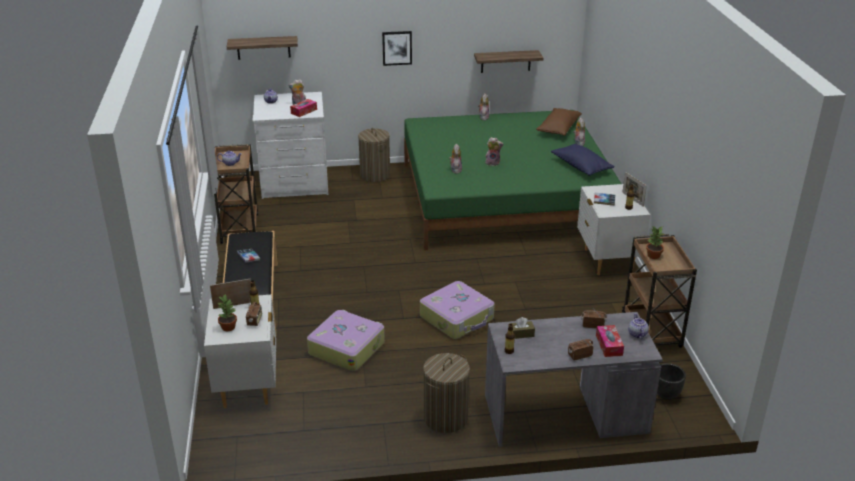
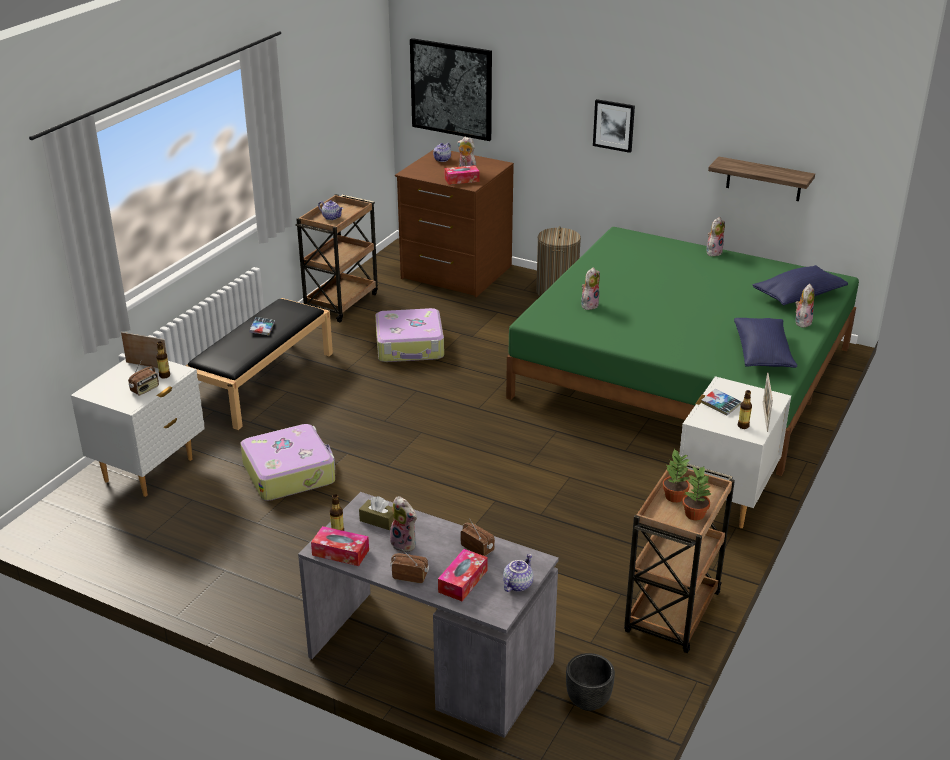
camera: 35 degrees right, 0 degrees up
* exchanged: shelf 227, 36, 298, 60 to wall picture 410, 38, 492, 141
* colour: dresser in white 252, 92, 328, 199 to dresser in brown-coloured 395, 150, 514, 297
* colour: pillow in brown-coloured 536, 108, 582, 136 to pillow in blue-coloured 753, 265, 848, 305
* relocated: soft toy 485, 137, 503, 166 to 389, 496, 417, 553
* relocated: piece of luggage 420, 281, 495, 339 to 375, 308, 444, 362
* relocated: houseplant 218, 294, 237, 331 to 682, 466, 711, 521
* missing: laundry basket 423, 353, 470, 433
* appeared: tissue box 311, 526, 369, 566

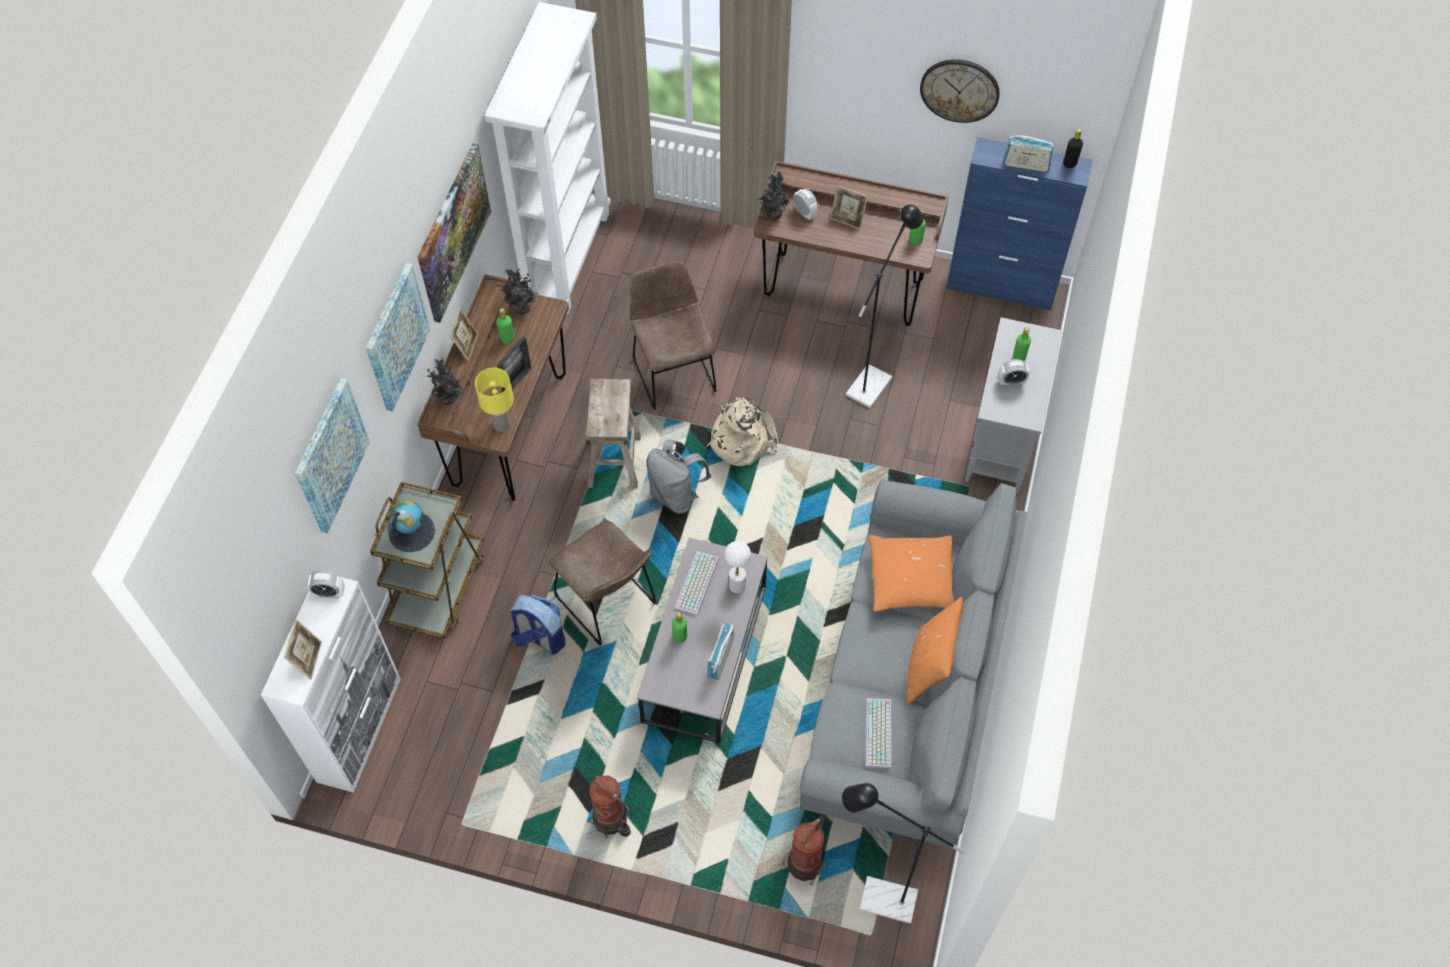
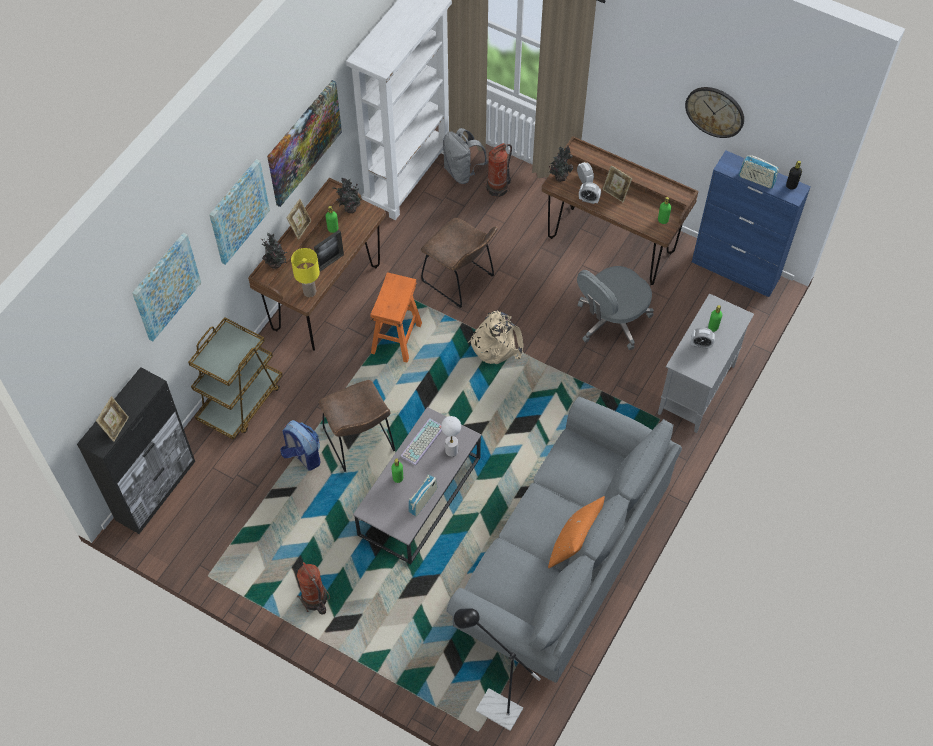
camera: 15 degrees right, 0 degrees up
* exchanged: standard lamp in black 846, 204, 924, 408 to desk chair in greyish 577, 266, 654, 350
* spun: plain chair in brown-coloured 630, 262, 717, 410 = 421, 218, 497, 308 135 degrees clockwise
* colour: stool in beige-coloured 586, 379, 641, 489 to stool in orange 370, 272, 422, 363
* relocated: knapsack in greyish 647, 439, 711, 514 to 443, 128, 488, 184
* missing: world globe 388, 500, 435, 552
* missing: pillow in orange 868, 535, 954, 612
* relocated: alarm clock 307, 570, 345, 598 to 579, 182, 601, 204
* colour: cabinet in white 261, 577, 401, 793 to cabinet in black 77, 367, 195, 534
* missing: computer keyboard 865, 698, 891, 768
* relocated: extinguisher 782, 814, 827, 885 to 484, 143, 512, 199

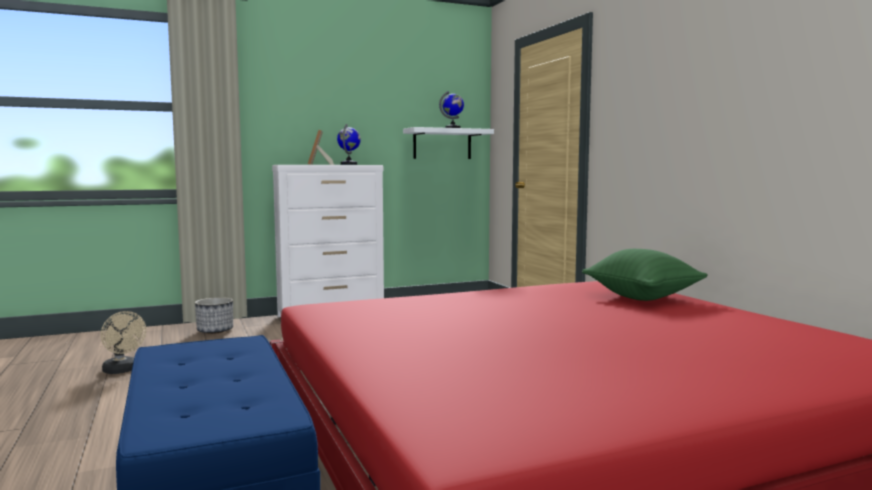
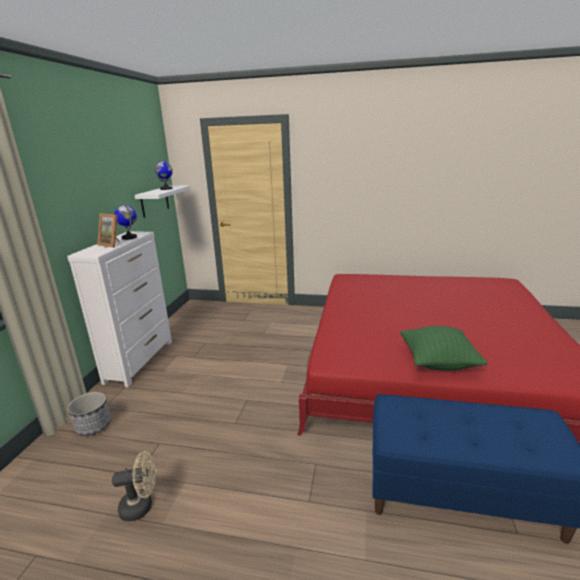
camera: 55 degrees left, 15 degrees up
* relocated: pillow in green 582, 249, 708, 301 to 400, 326, 487, 370

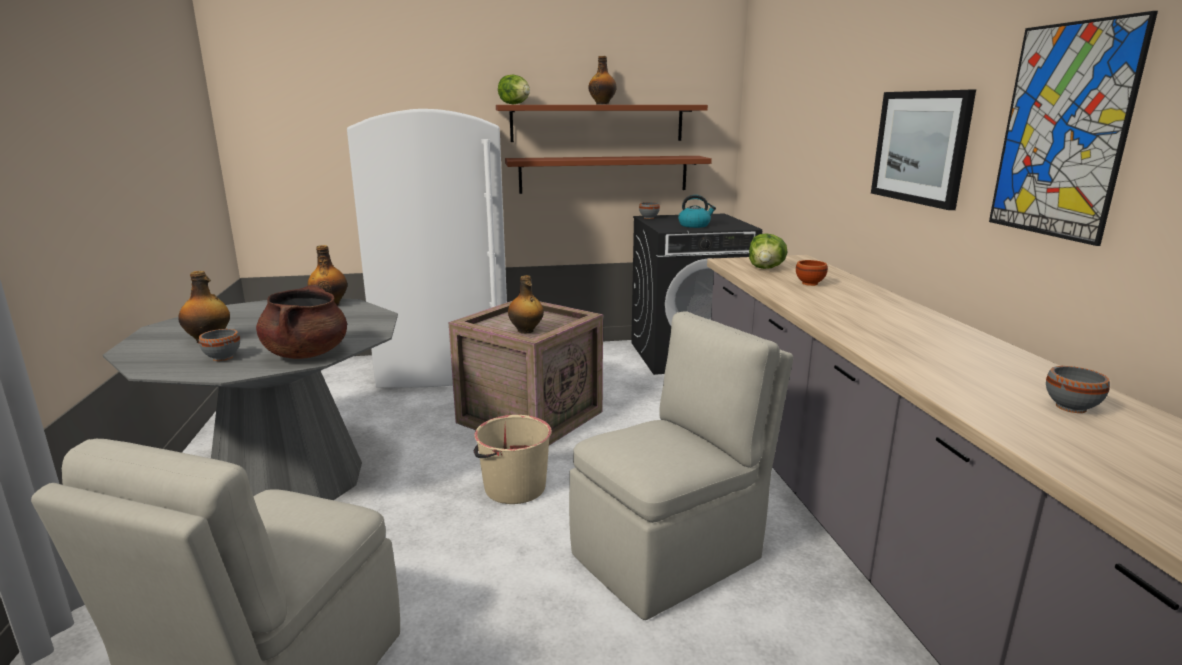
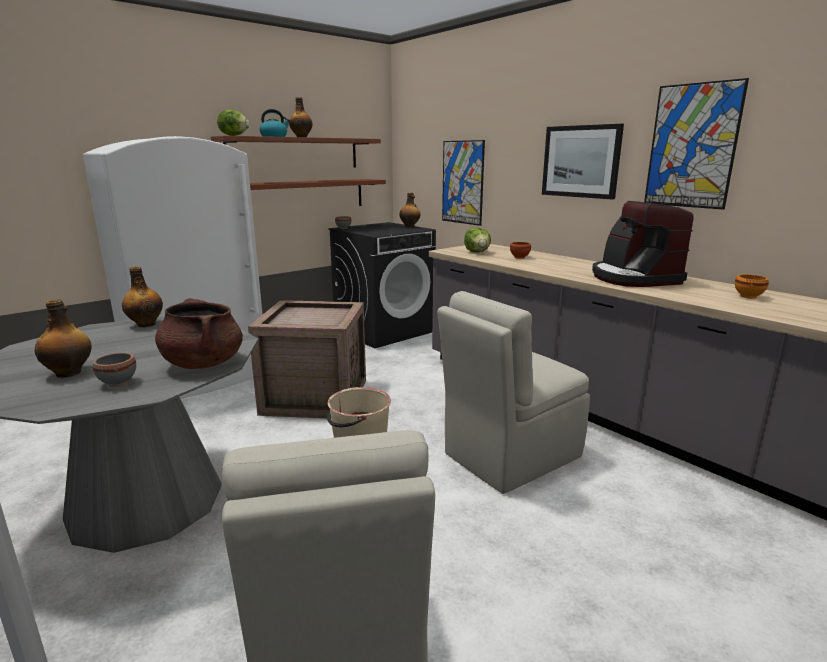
camera: 30 degrees left, 0 degrees up
* relocated: kettle 678, 195, 716, 228 to 259, 109, 291, 137
* relocated: drink bottle 508, 275, 544, 334 to 400, 192, 420, 227
* spun: plain chair in beige-coloured 569, 311, 793, 620 = 437, 291, 590, 494 150 degrees counterclockwise
* colour: serving bowl in greyish 1046, 366, 1110, 413 to serving bowl in orange 735, 274, 769, 299
* appeared: wall picture 442, 140, 485, 226
* appeared: coffee machine 592, 201, 694, 287

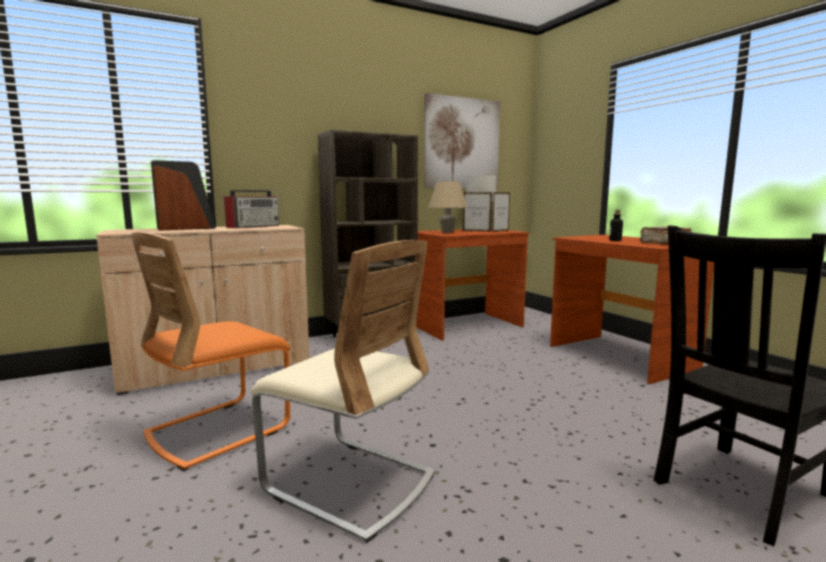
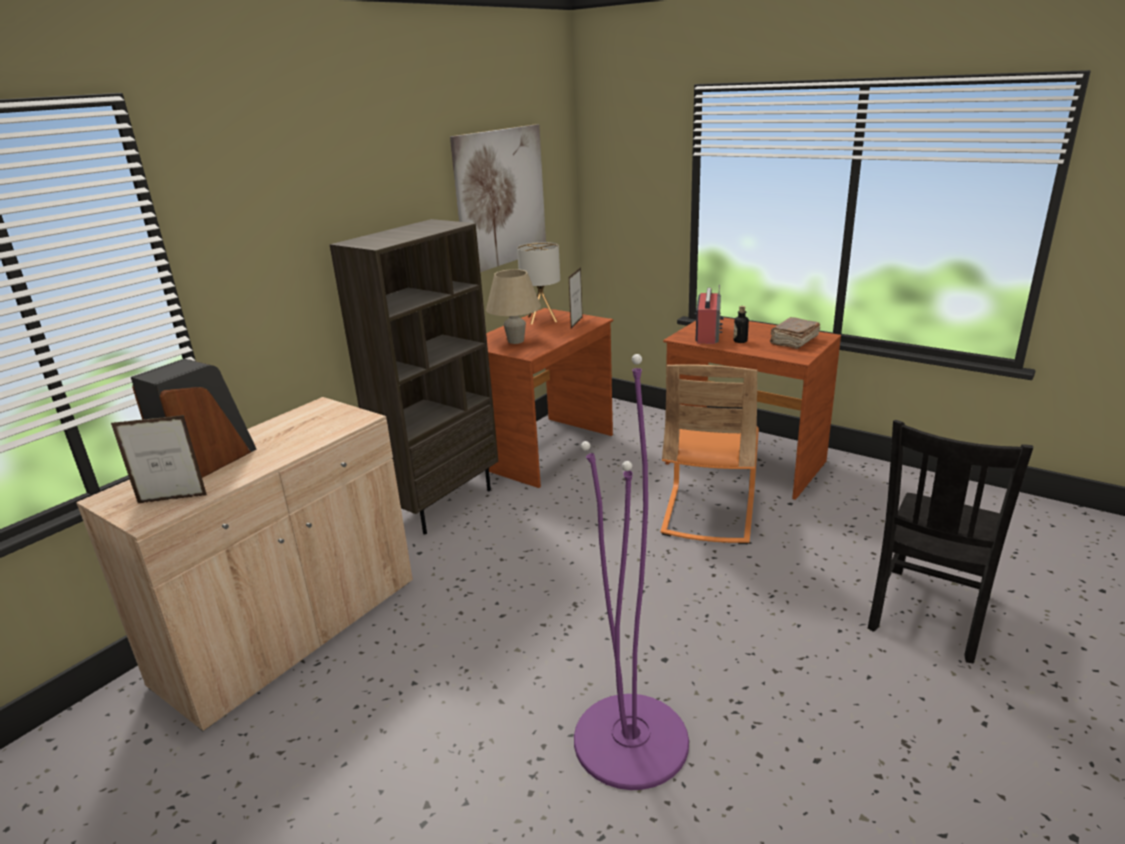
camera: 25 degrees left, 15 degrees up
* relocated: radio 224, 189, 279, 228 to 695, 285, 724, 344
* relocated: photo frame 463, 192, 492, 232 to 111, 415, 207, 503
* relocated: plain chair in orange 131, 232, 290, 471 to 660, 364, 759, 544
* exchanged: plain chair in beige-coloured 251, 240, 435, 542 to standard lamp in purplish 574, 354, 689, 790

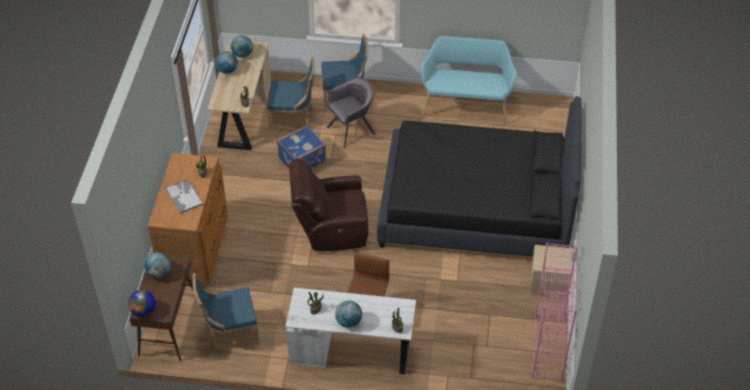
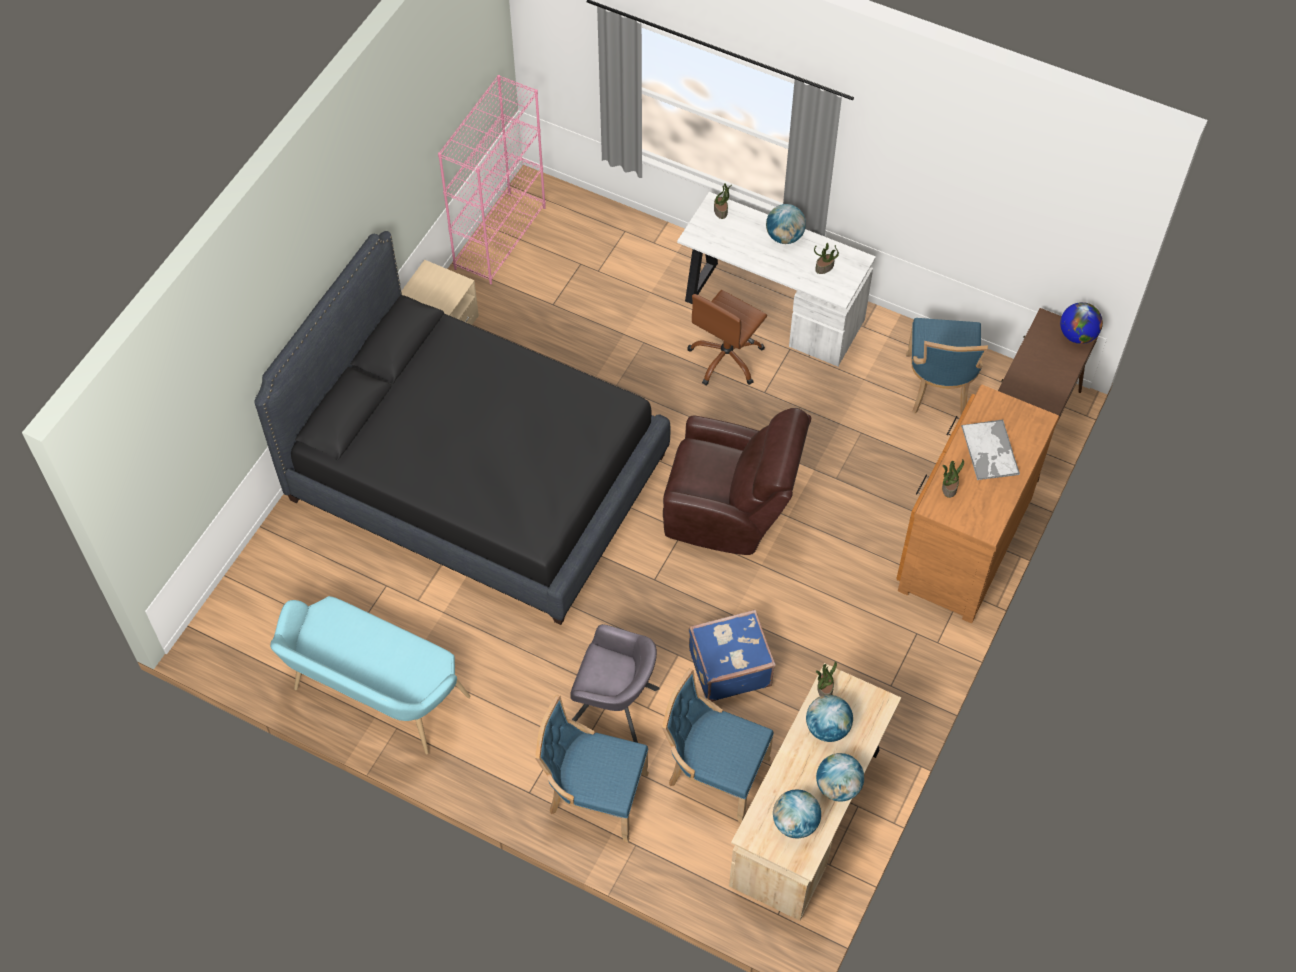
camera: 160 degrees left, 10 degrees up
* spun: lounge chair in greyish 326, 77, 376, 148 = 570, 624, 660, 743 150 degrees counterclockwise
* relocated: world globe 144, 252, 171, 279 to 806, 695, 853, 742
* spun: plain chair in blue-coloured 193, 273, 260, 351 = 906, 318, 988, 414 90 degrees clockwise

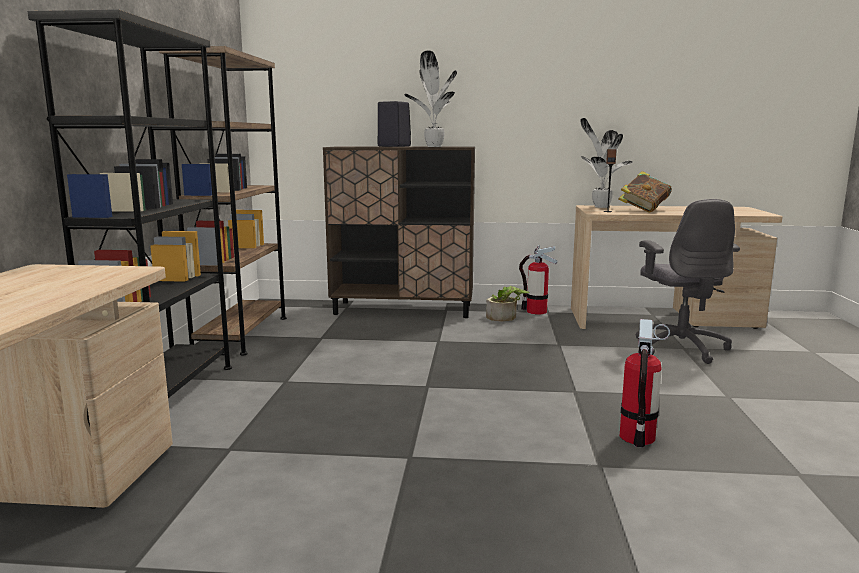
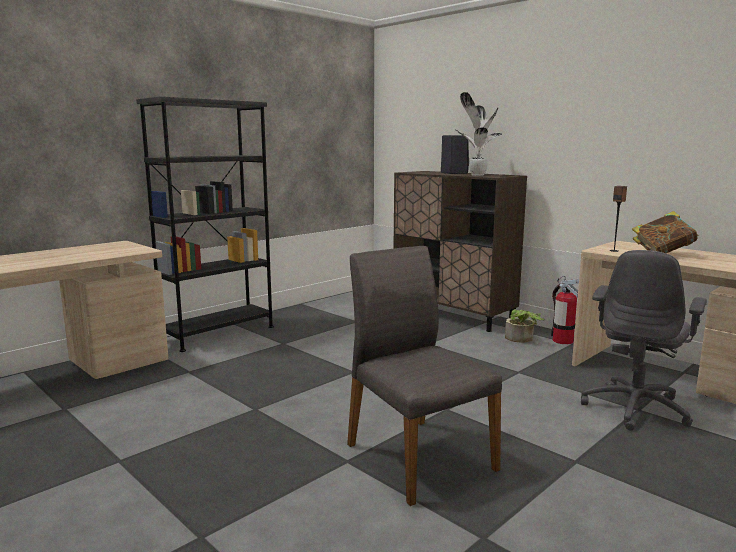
camera: 40 degrees right, 0 degrees up
* missing: bookshelf in brown-coloured 159, 46, 287, 355
* missing: houseplant 580, 118, 633, 208
* exchanged: extinguisher 620, 319, 670, 448 to plain chair in greyish 347, 246, 502, 506

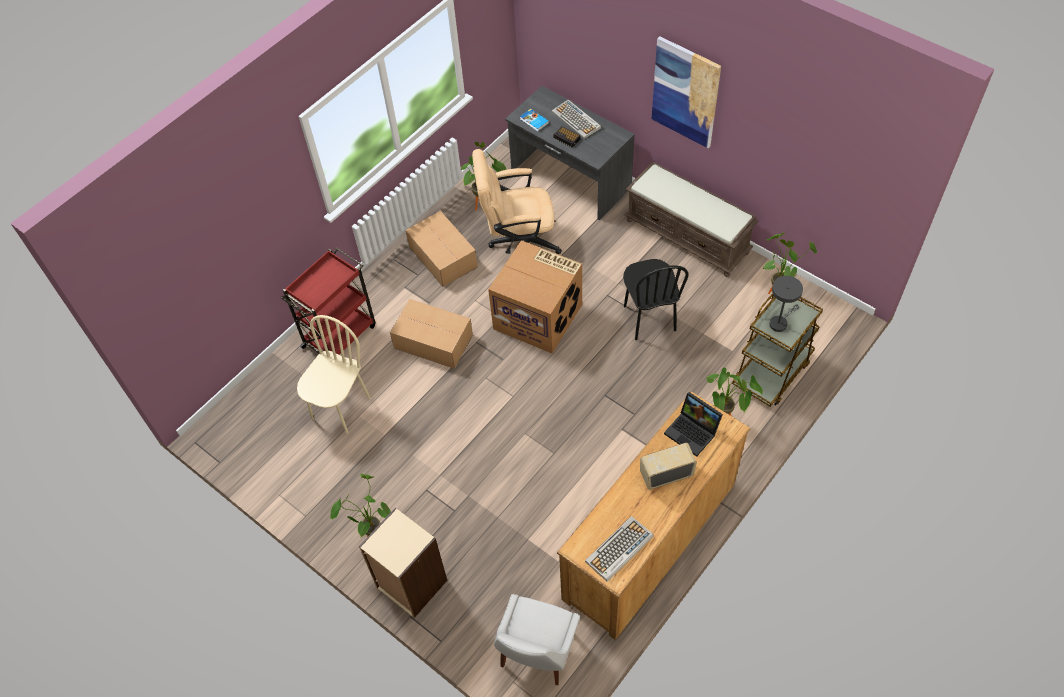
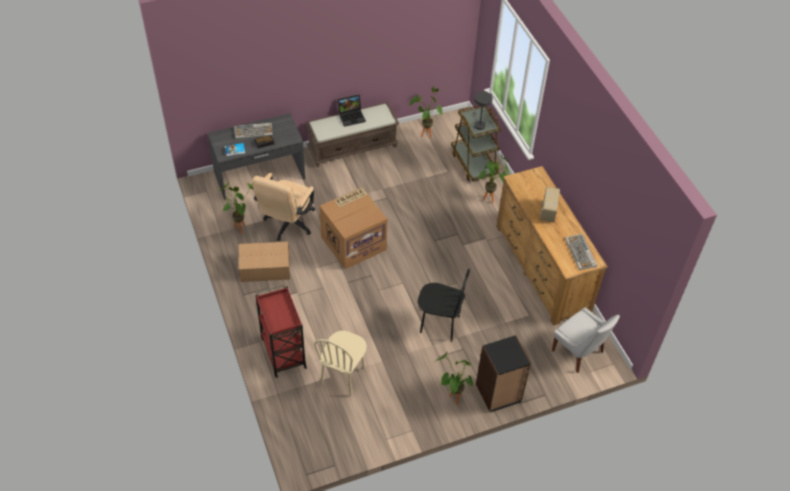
camera: 65 degrees left, 5 degrees down
* missing: wall picture 652, 36, 721, 148
* relocated: plain chair in black 623, 259, 689, 340 to 418, 269, 470, 342
* missing: carton 390, 299, 473, 369
* spun: plain chair in beige-coloured 297, 315, 370, 434 = 314, 331, 366, 396 120 degrees counterclockwise
* relocated: portable computer 664, 392, 723, 457 to 338, 95, 366, 127
* colour: bookshelf in beige-coloured 359, 508, 447, 618 to bookshelf in black 476, 335, 531, 413

